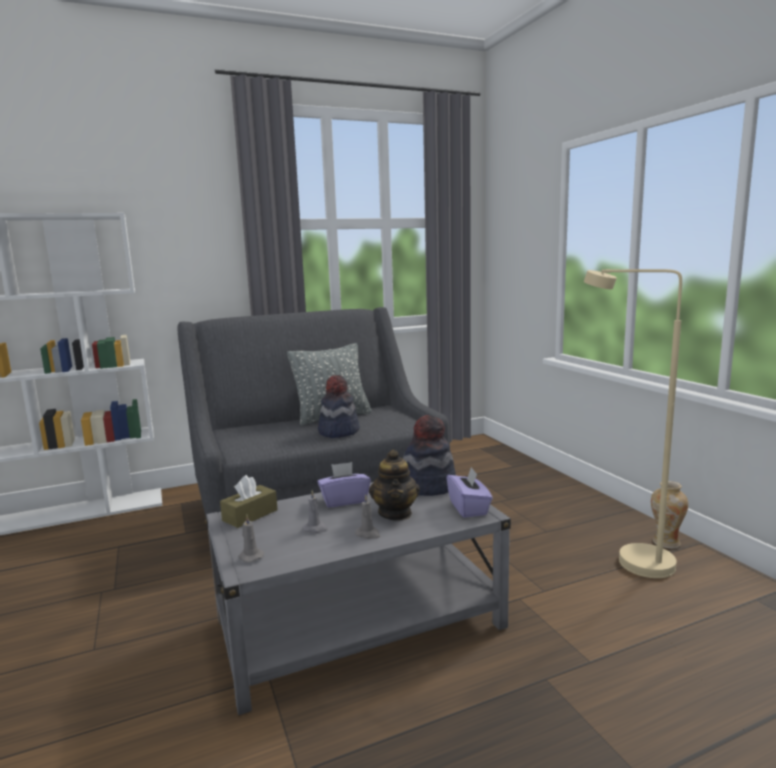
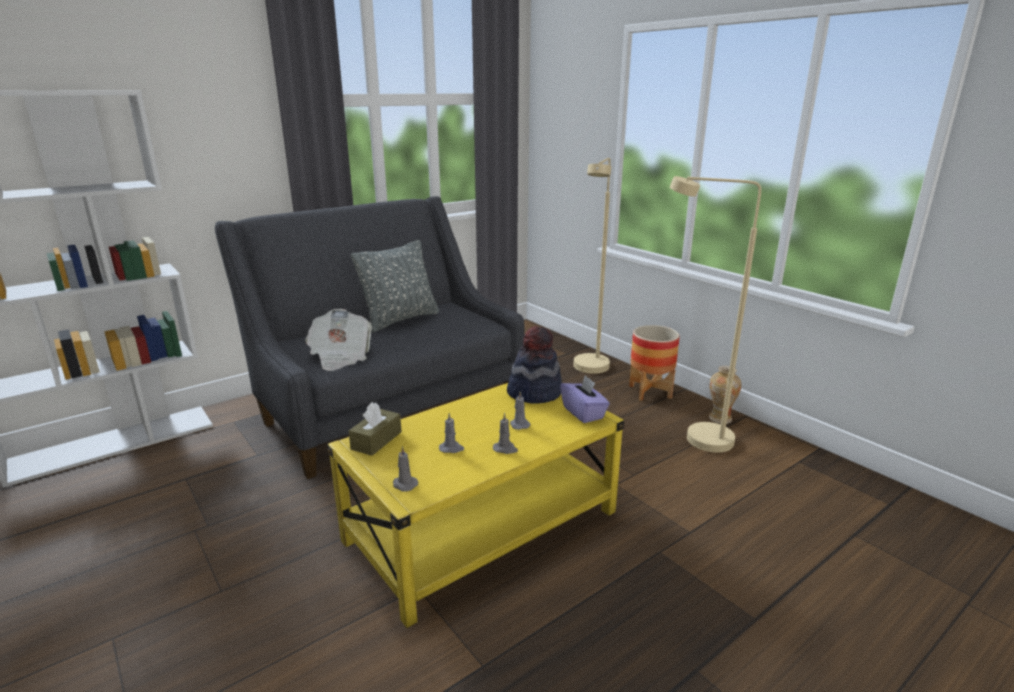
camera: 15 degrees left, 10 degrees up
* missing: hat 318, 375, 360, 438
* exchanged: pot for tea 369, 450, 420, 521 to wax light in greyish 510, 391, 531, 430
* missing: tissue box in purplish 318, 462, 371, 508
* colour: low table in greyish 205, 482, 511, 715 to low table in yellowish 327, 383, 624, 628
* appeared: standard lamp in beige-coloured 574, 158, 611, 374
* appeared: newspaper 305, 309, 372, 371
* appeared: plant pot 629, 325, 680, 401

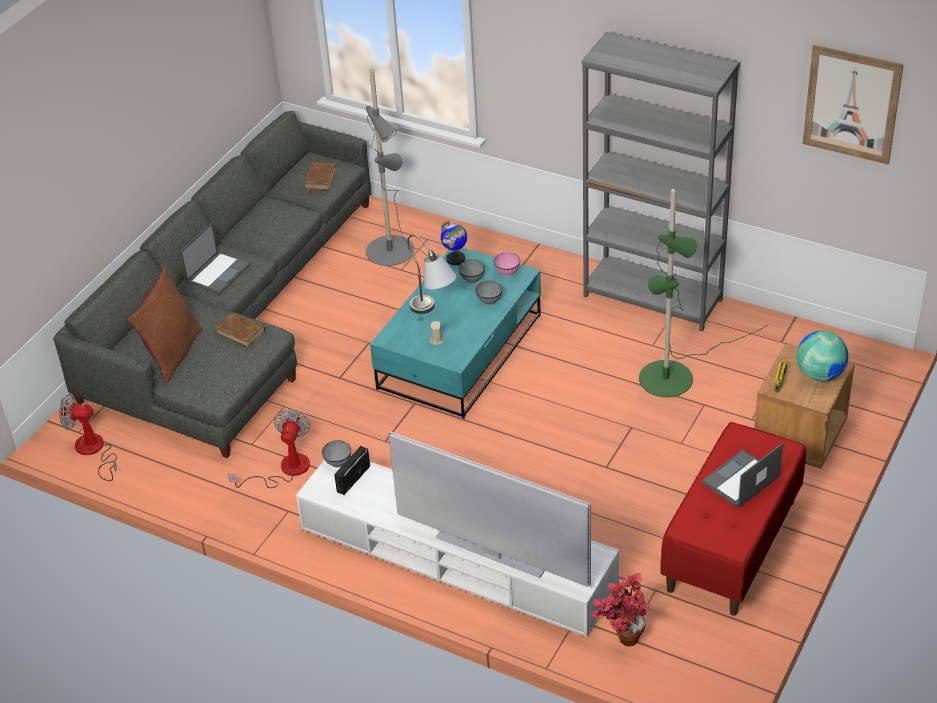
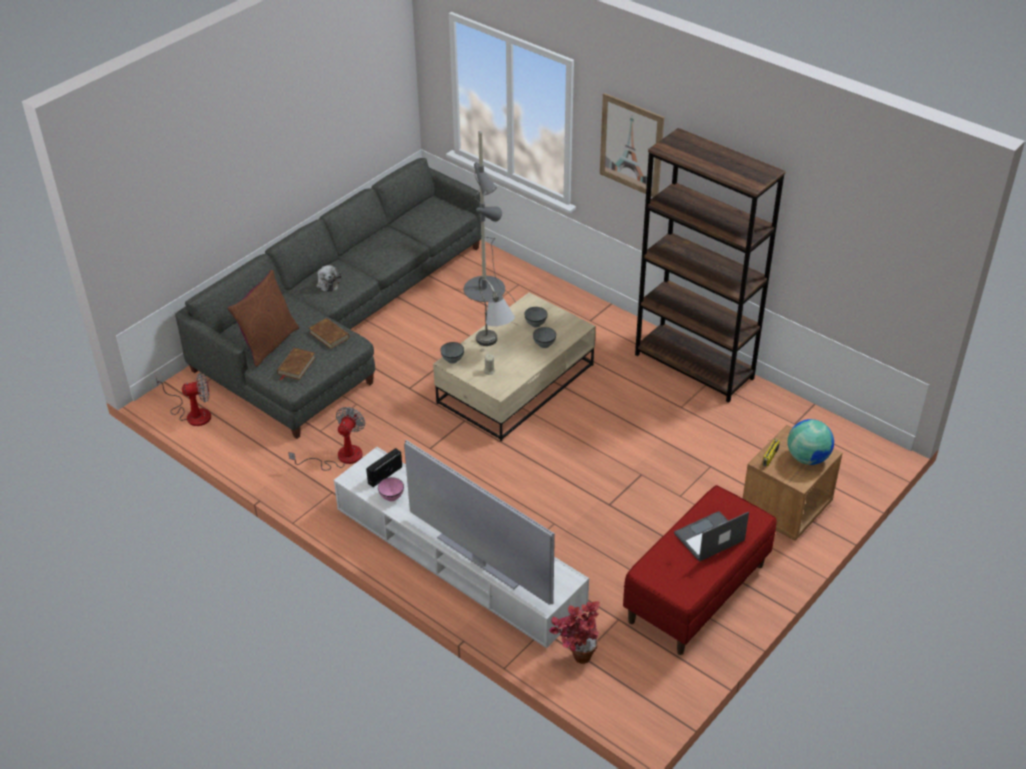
camera: 10 degrees right, 0 degrees up
* colour: bookshelf in greyish 582, 32, 740, 331 to bookshelf in brown-coloured 635, 128, 786, 403
* relocated: wall picture 803, 45, 904, 164 to 600, 93, 664, 197
* relocated: book in brown-coloured 304, 162, 336, 194 to 277, 348, 315, 380
* missing: standard lamp in green 639, 189, 769, 397
* missing: world globe 441, 221, 467, 265
* exchanged: portable computer 180, 222, 251, 295 to soft toy 316, 265, 341, 292
* colour: low table in turquoise-coloured 370, 248, 541, 419 to low table in beige-coloured 433, 292, 596, 441
* relocated: serving bowl in pink 494, 252, 520, 276 to 378, 477, 404, 501
* spun: fan 59, 394, 117, 481 = 156, 373, 211, 426 150 degrees clockwise
* relocated: serving bowl in greyish 322, 440, 351, 468 to 440, 342, 464, 364

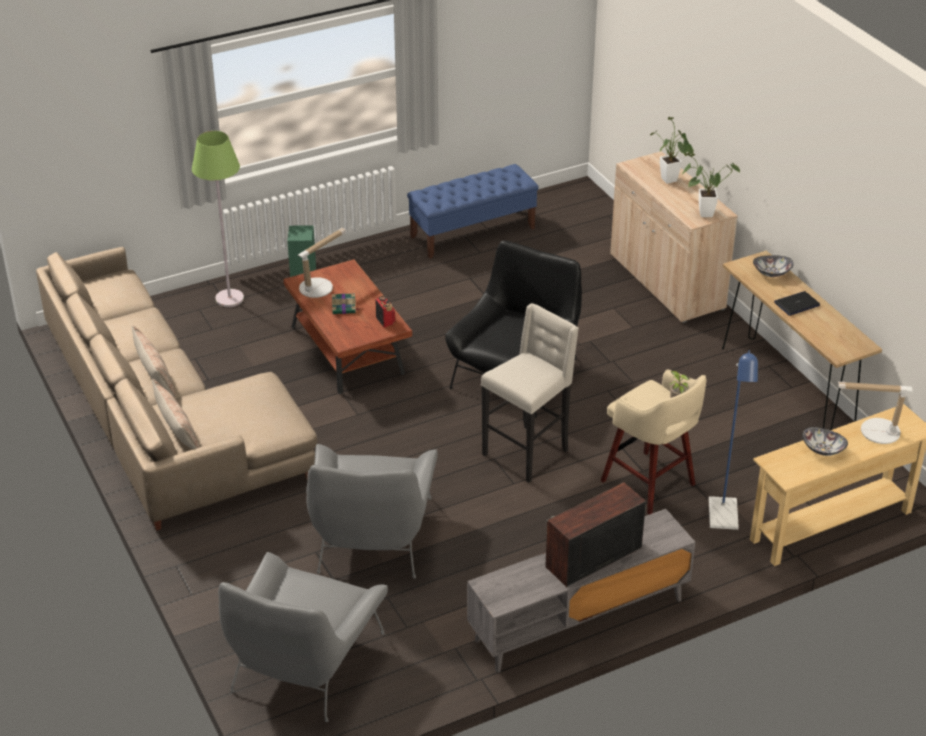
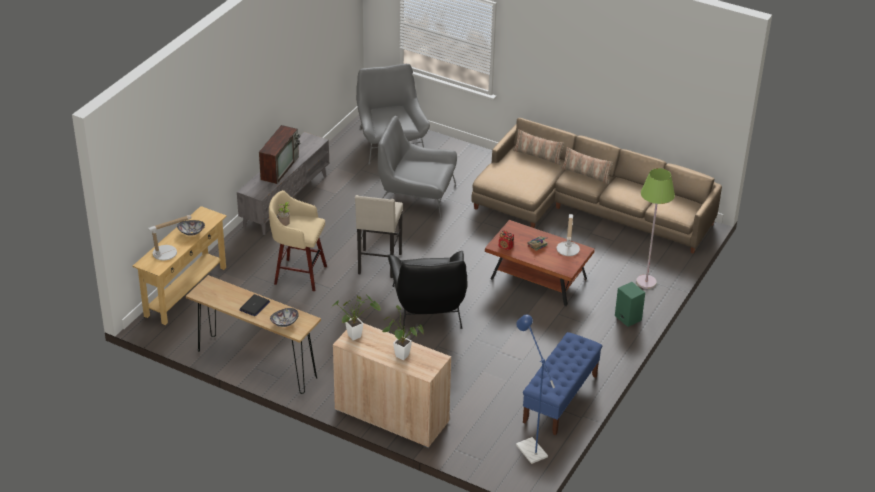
camera: 145 degrees right, 0 degrees up
* relocated: standard lamp in blue-coloured 709, 350, 758, 530 to 516, 314, 555, 464
* spun: lounge chair in greyish 306, 444, 438, 579 = 378, 116, 457, 221 45 degrees counterclockwise

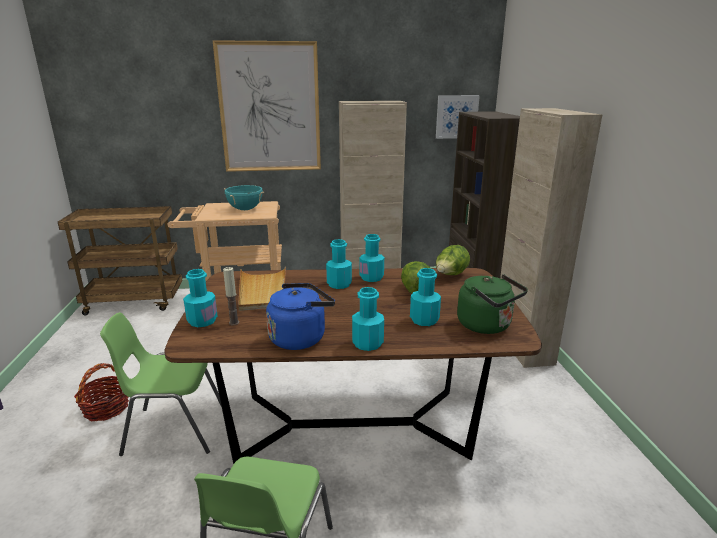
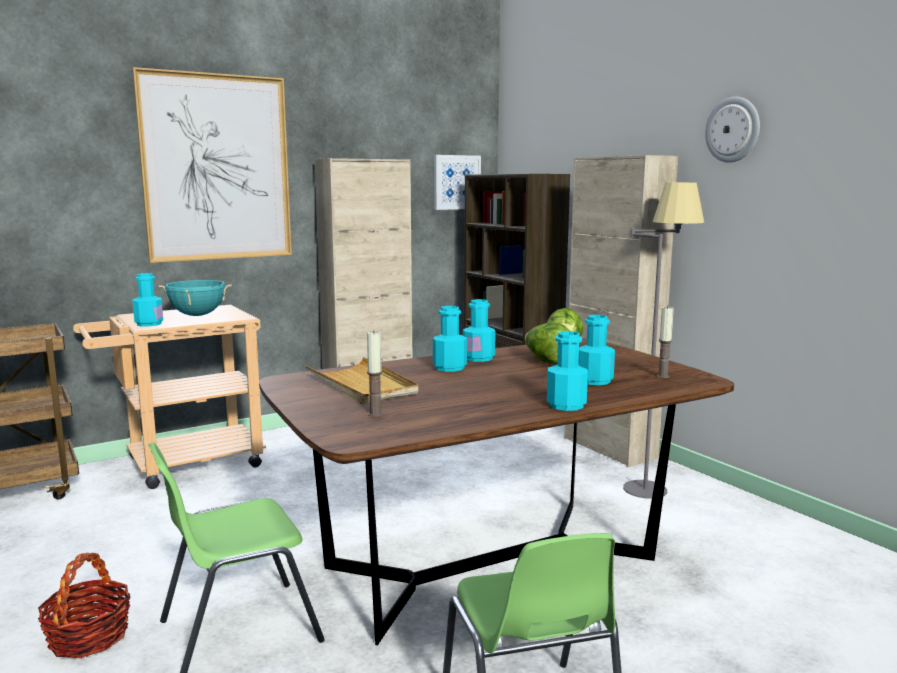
camera: 25 degrees left, 10 degrees down
* relocated: drink bottle in turquoise-coloured 183, 269, 218, 327 to 133, 273, 163, 327
* exchanged: kettle in green 457, 274, 528, 334 to wax light 657, 306, 674, 378
* missing: kettle in blue-coloured 266, 283, 335, 350
* appeared: wall clock 705, 97, 760, 163
* appeared: standard lamp in greyish 623, 182, 704, 499

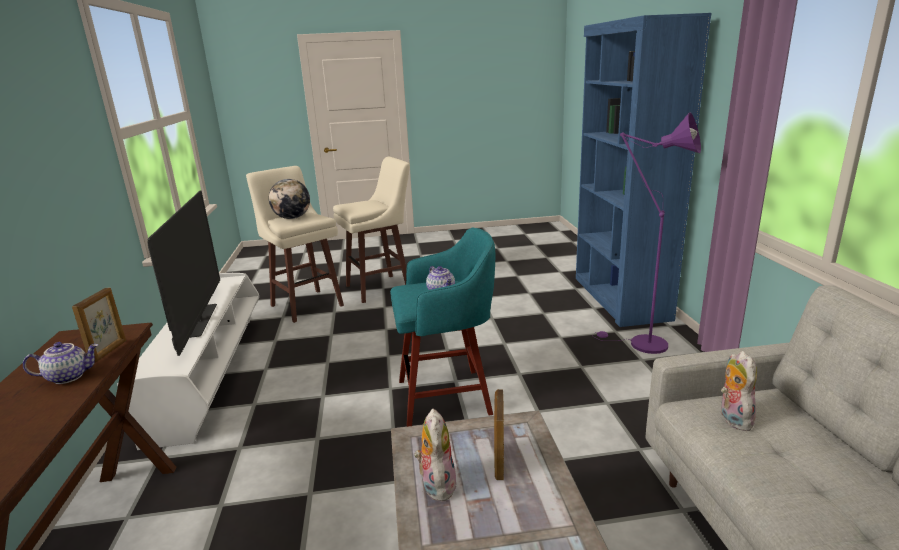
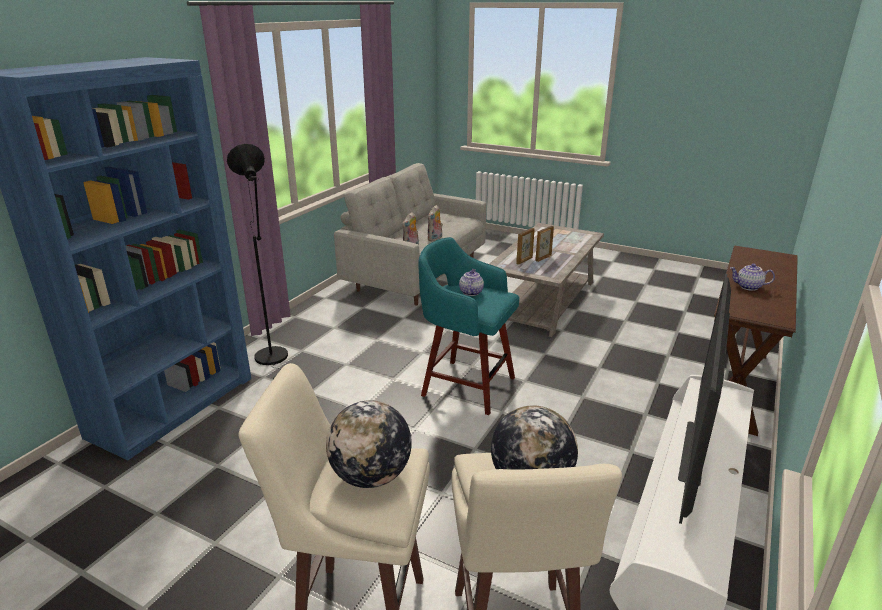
camera: 145 degrees left, 5 degrees up
* colour: standard lamp in purplish 593, 112, 701, 354 to standard lamp in black 227, 144, 288, 379
* relocated: photo frame 72, 288, 126, 363 to 535, 226, 554, 262
* relocated: soft toy 414, 409, 457, 501 to 427, 205, 443, 241
* appeared: world globe 326, 400, 412, 488

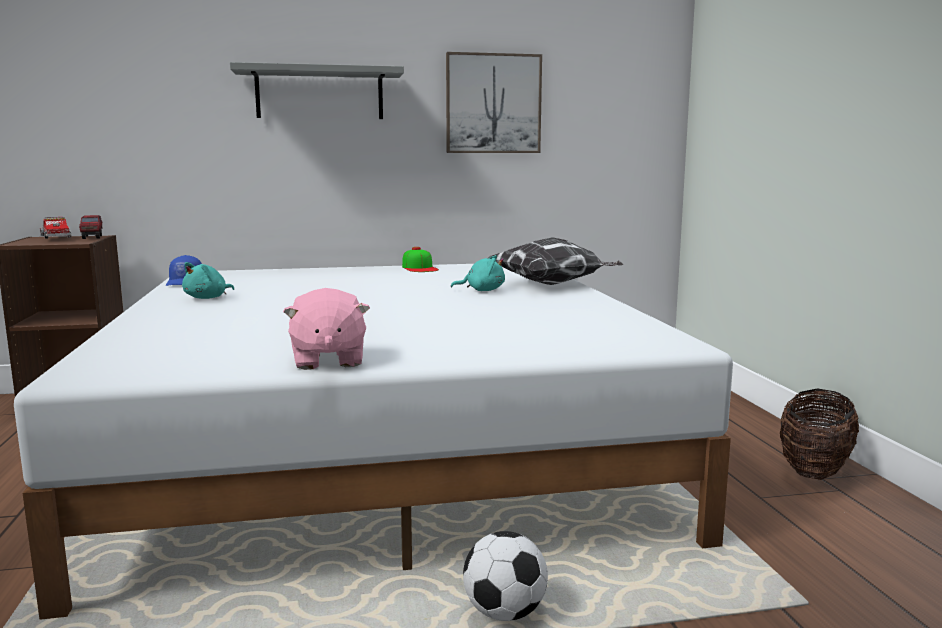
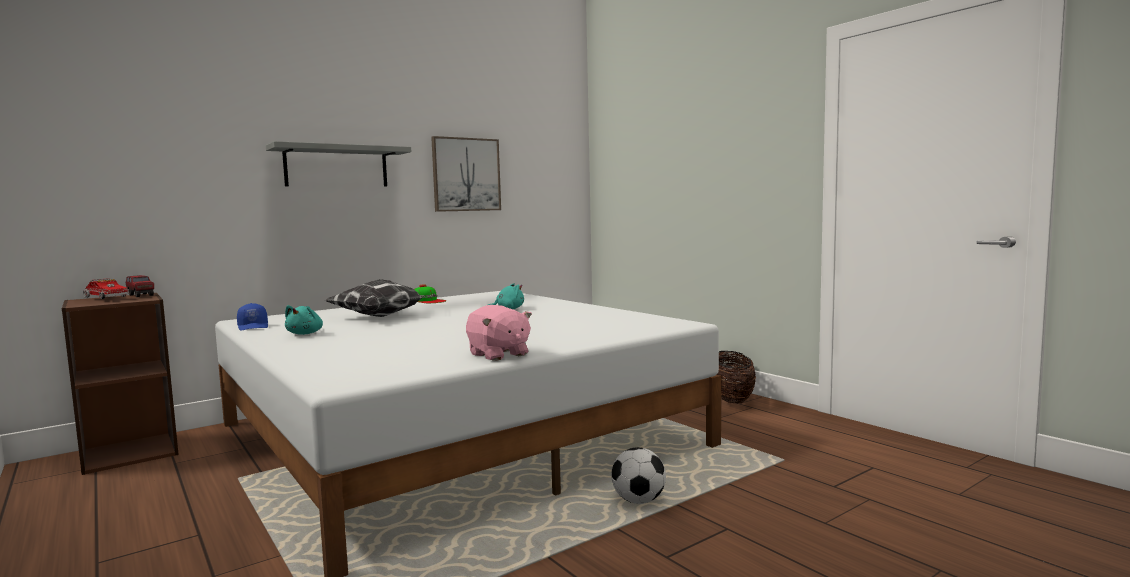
camera: 25 degrees left, 5 degrees down
* relocated: pillow 488, 237, 624, 285 to 325, 279, 437, 317

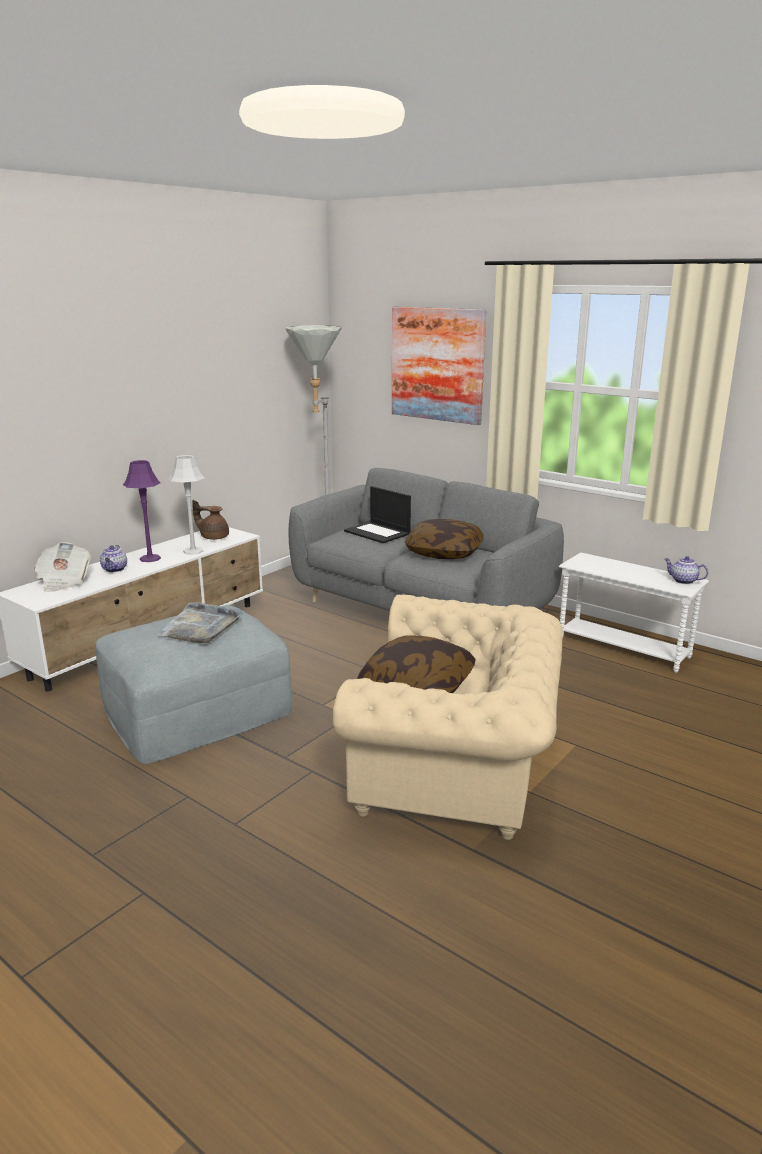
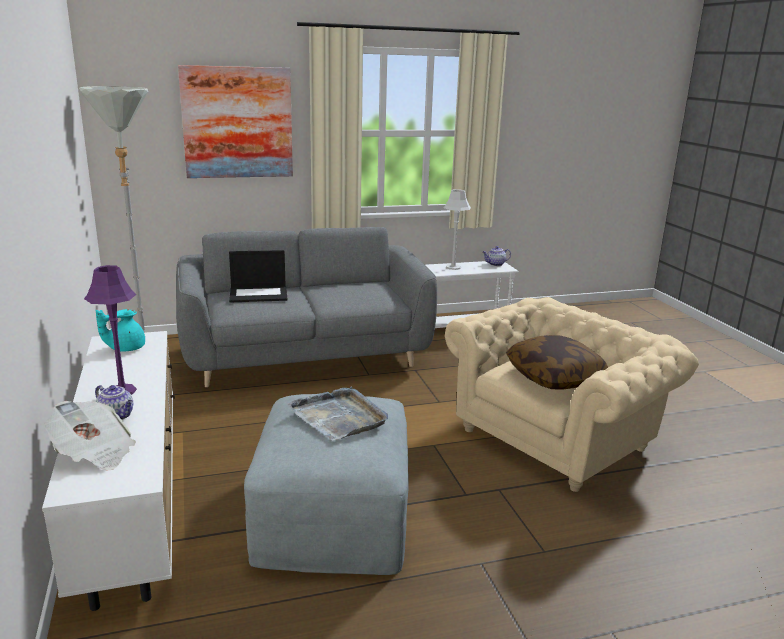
camera: 55 degrees left, 0 degrees up
* relocated: lamp for a table in greyish 169, 455, 204, 555 to 443, 189, 471, 270
* colour: pot for tea in brown-coloured 192, 500, 229, 540 to pot for tea in turquoise-coloured 96, 309, 145, 352
* missing: pillow 405, 519, 484, 559

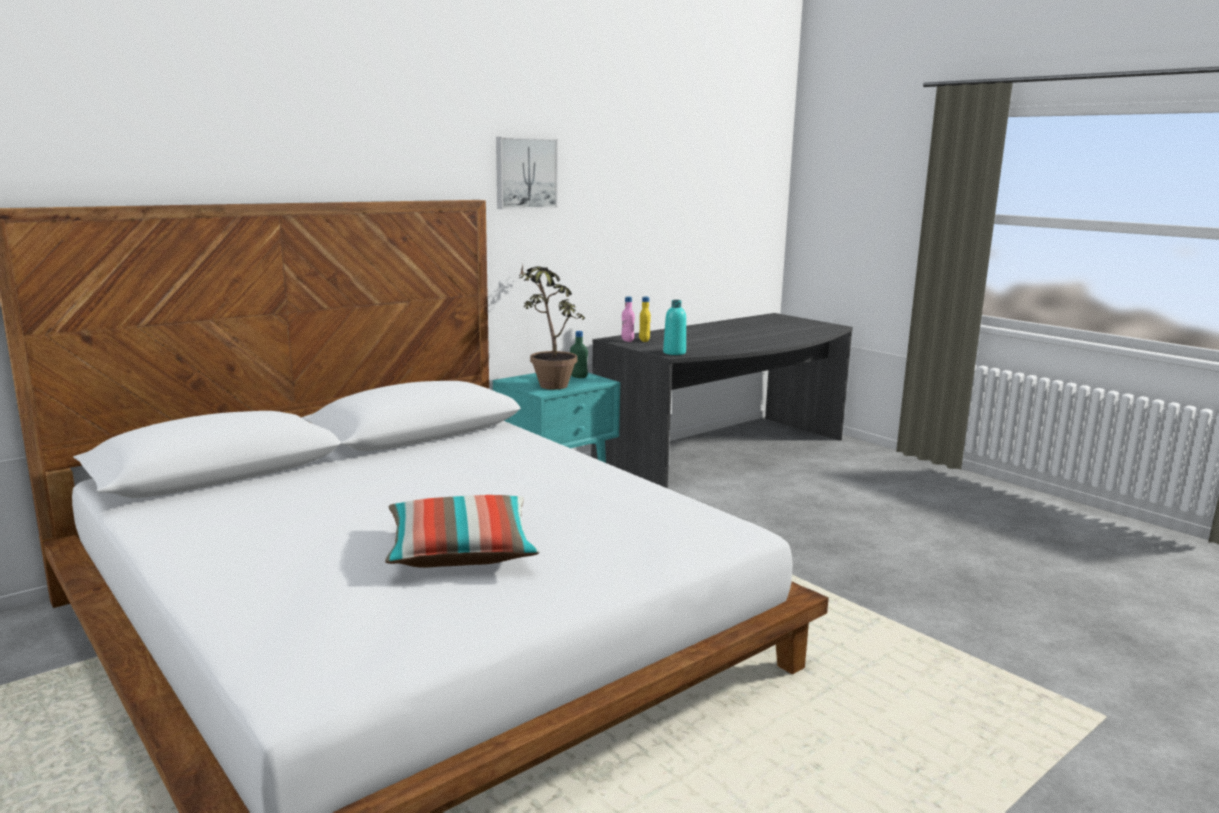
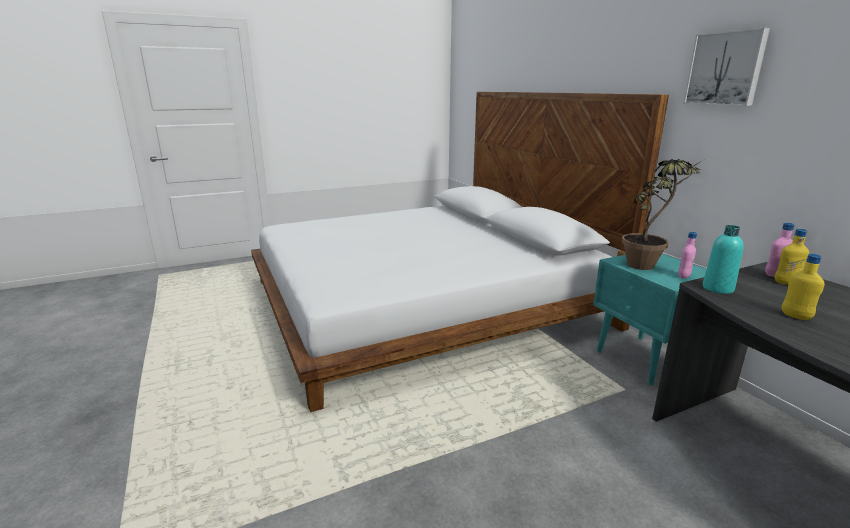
camera: 105 degrees right, 5 degrees up
* colour: drink bottle in green 570, 331, 588, 378 to drink bottle in pink 678, 232, 697, 279
* missing: pillow 385, 495, 540, 568
* appeared: drink bottle in yellowish 782, 254, 825, 320

